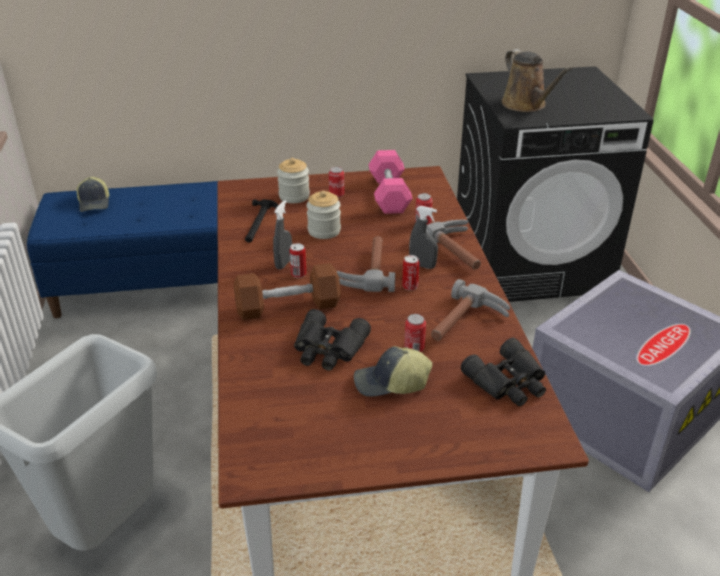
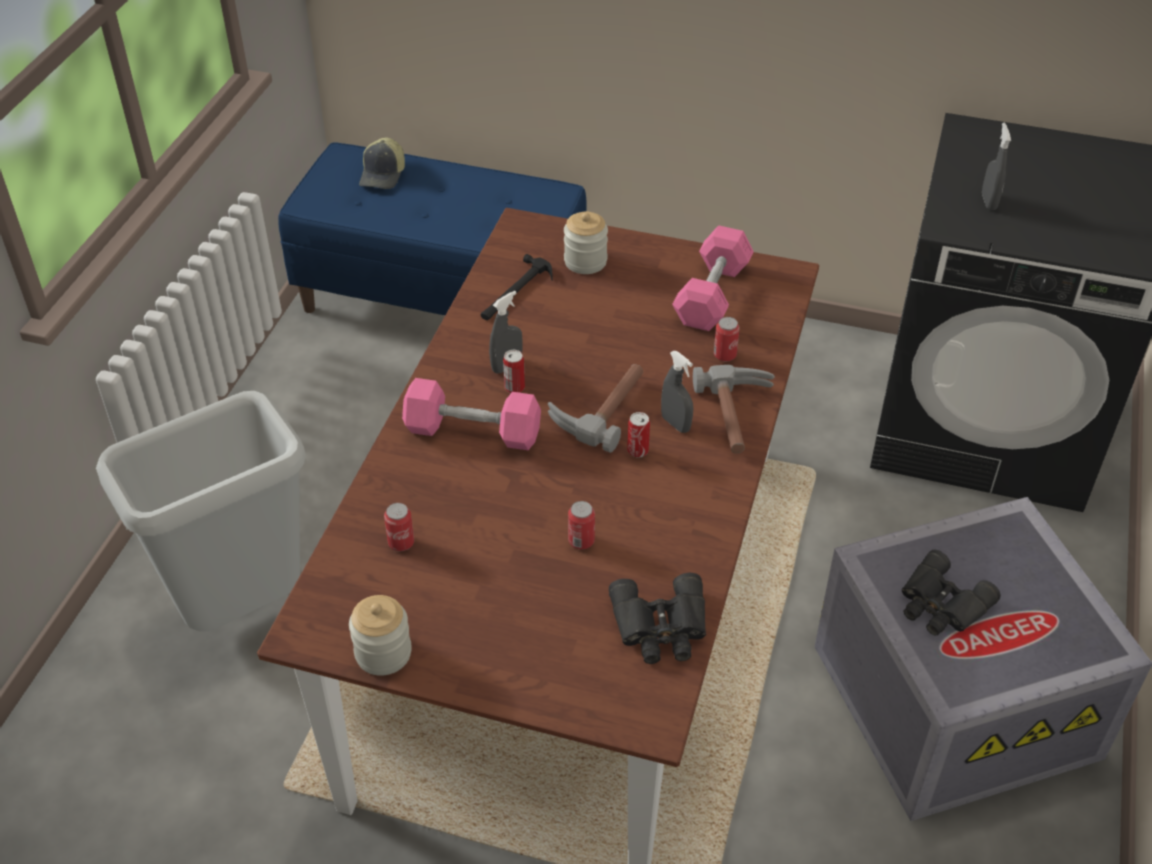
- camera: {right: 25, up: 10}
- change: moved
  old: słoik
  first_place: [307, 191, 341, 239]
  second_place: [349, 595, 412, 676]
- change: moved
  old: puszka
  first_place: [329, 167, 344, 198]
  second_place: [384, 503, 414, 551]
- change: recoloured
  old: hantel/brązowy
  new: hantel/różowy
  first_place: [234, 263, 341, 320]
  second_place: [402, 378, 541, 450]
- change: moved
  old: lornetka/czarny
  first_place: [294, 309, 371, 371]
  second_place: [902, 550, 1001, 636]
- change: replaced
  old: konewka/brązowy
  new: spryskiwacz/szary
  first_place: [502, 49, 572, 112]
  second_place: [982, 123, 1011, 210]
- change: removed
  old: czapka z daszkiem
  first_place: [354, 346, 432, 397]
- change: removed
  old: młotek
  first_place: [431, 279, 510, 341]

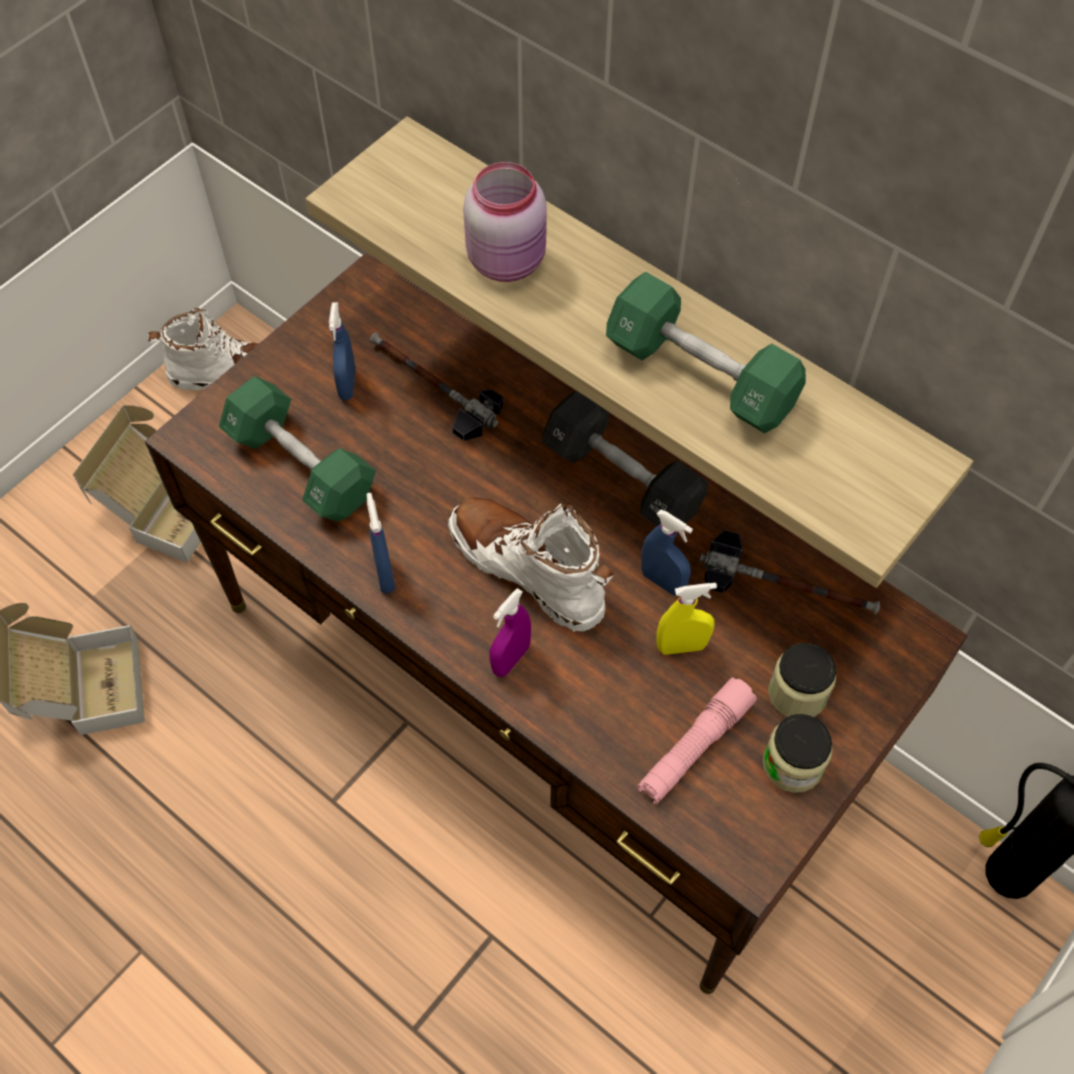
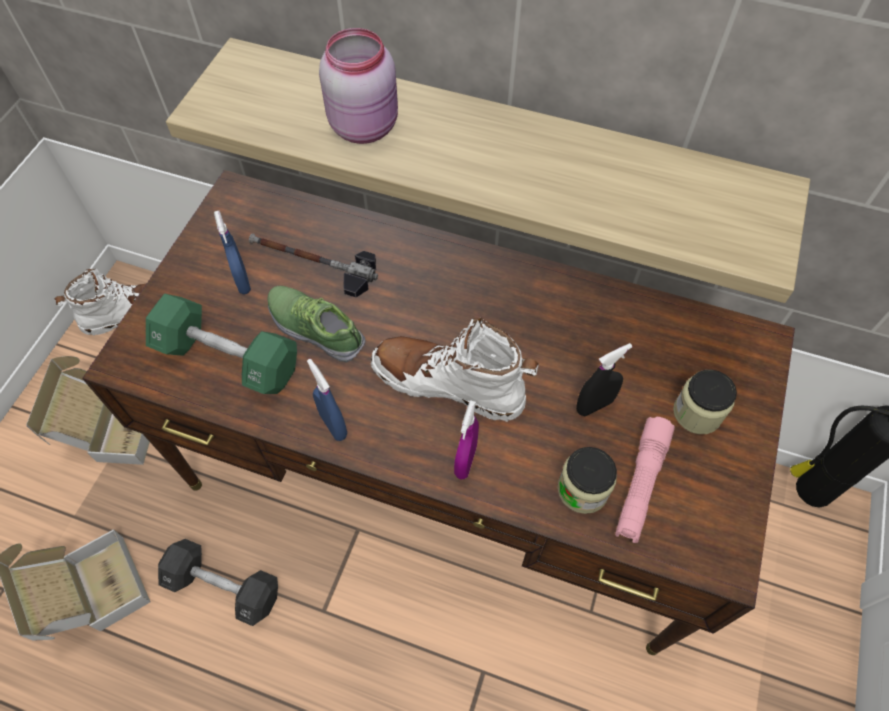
- camera: {right: -20, up: 0}
- change: moved
  old: hantel/czarny
  first_place: [542, 391, 708, 526]
  second_place: [158, 539, 278, 626]
- change: added
  new: but
  second_place: [267, 286, 366, 363]
- change: moved
  old: słoik
  first_place: [763, 714, 833, 793]
  second_place: [557, 447, 617, 514]
- change: recoloured
  old: spryskiwacz/żółty
  new: spryskiwacz/czarny
  first_place: [657, 583, 717, 655]
  second_place: [576, 343, 632, 417]
- change: removed
  old: hantel/zielony
  first_place: [606, 272, 806, 433]
- change: removed
  old: spryskiwacz/niebieski
  first_place: [641, 509, 693, 596]
- change: removed
  old: młotek
  first_place: [700, 530, 880, 614]

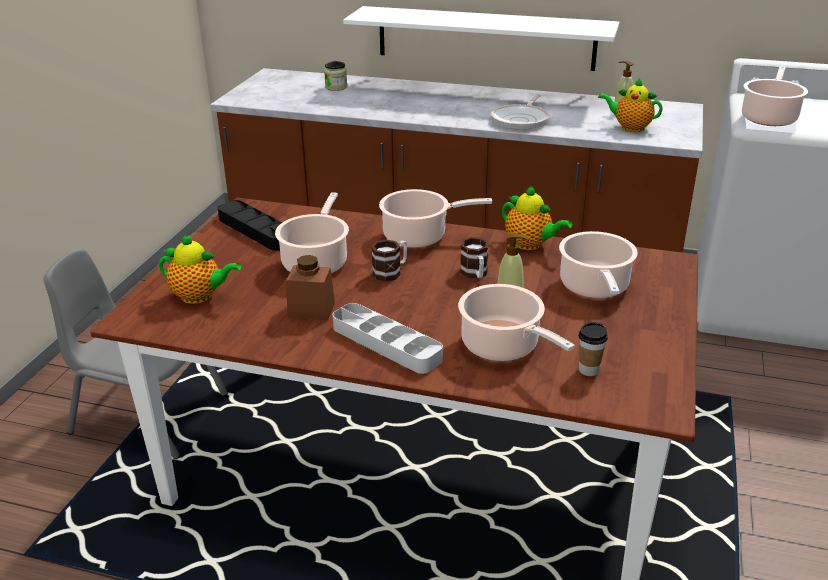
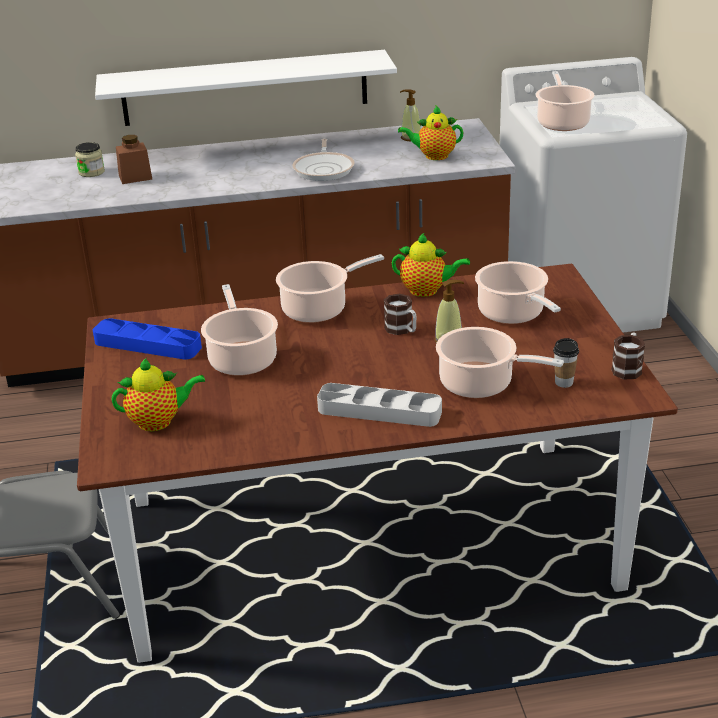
- camera: {right: -25, up: 0}
- change: recoloured
  old: taca/czarny
  new: taca/niebieski
  first_place: [218, 200, 283, 251]
  second_place: [93, 318, 202, 360]
- change: moved
  old: słoik/brązowy
  first_place: [286, 255, 335, 320]
  second_place: [116, 135, 152, 184]
- change: moved
  old: kubek
  first_place: [371, 239, 407, 282]
  second_place: [611, 332, 645, 380]

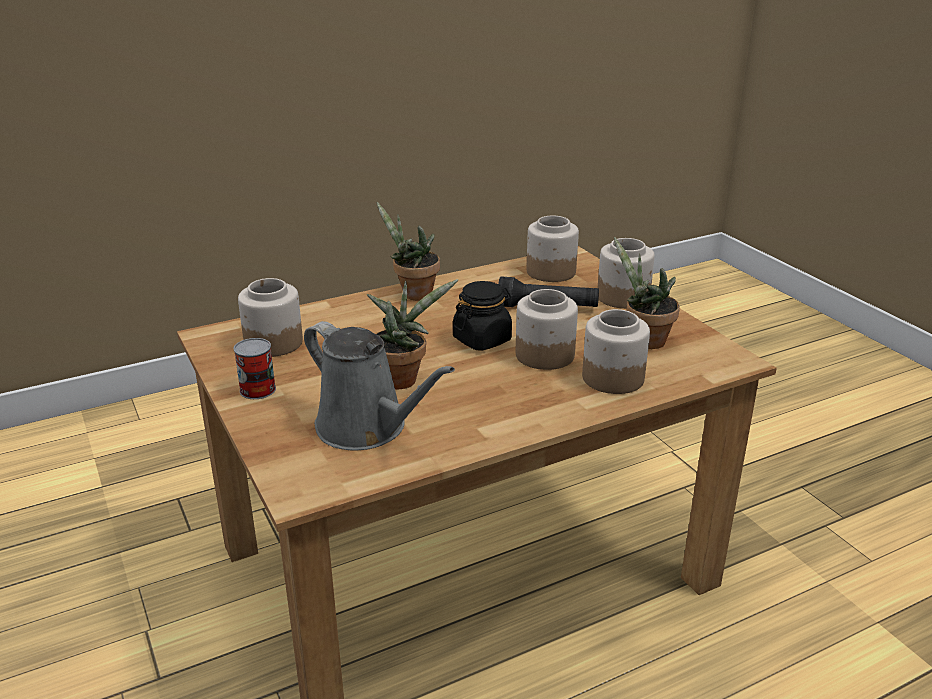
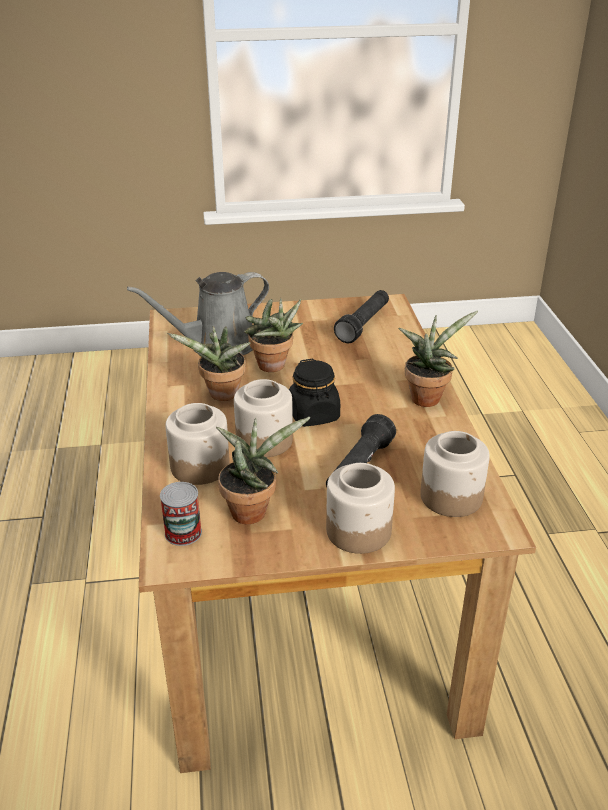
- camera: {right: 110, up: 5}
- change: moved
  old: puszka
  first_place: [234, 338, 276, 399]
  second_place: [160, 482, 202, 546]
- change: added
  new: roślina doniczkowa
  second_place: [167, 326, 250, 401]
- change: replaced
  old: słoik
  new: latarka/czarny
  first_place: [238, 278, 303, 357]
  second_place: [334, 290, 389, 343]

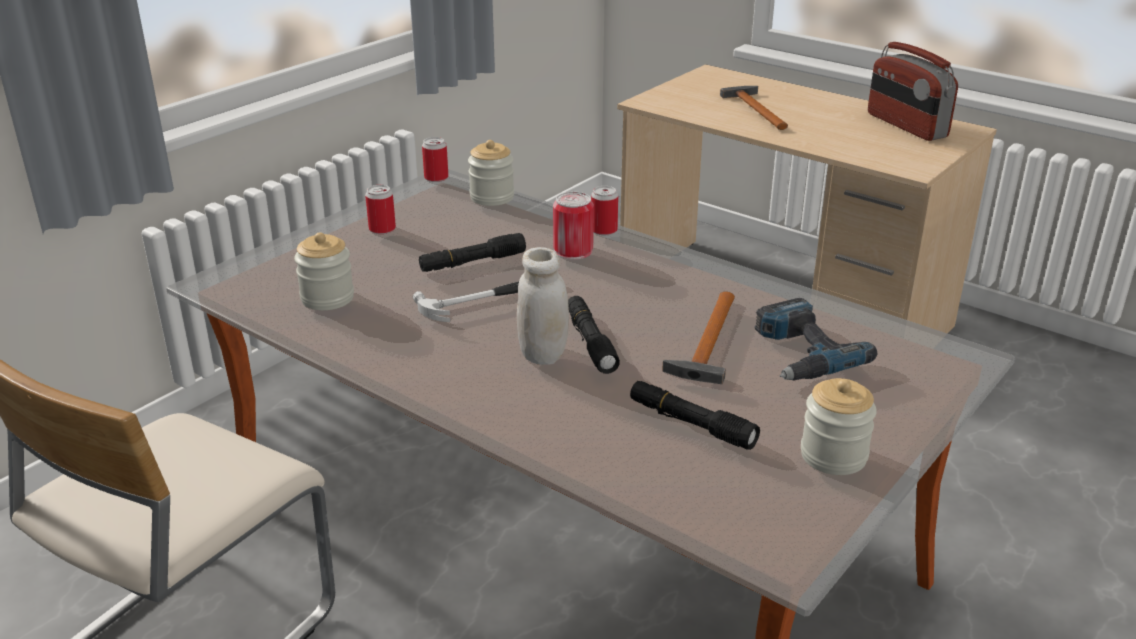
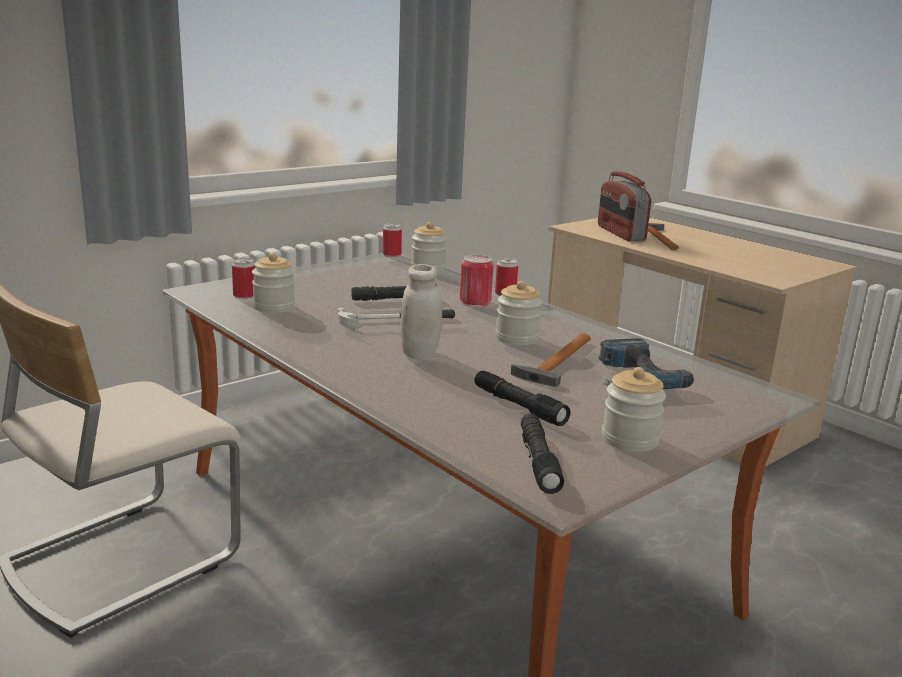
- camera: {right: 10, up: -10}
- change: moved
  old: puszka
  first_place: [365, 185, 396, 234]
  second_place: [232, 258, 255, 299]
- change: added
  new: słoik
  second_place: [495, 281, 542, 345]
- change: moved
  old: latarka/czarny
  first_place: [568, 296, 620, 374]
  second_place: [521, 413, 564, 494]
- change: moved
  old: radio
  first_place: [868, 42, 958, 141]
  second_place: [598, 172, 651, 241]

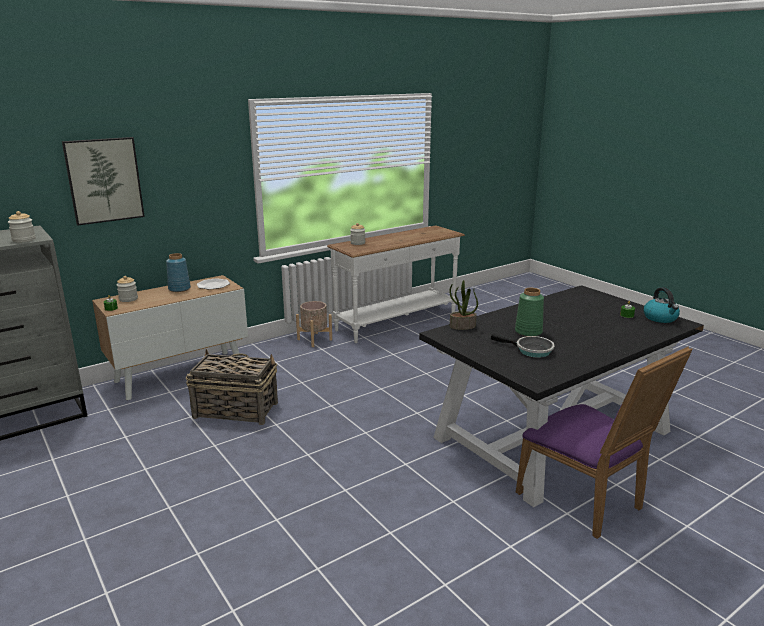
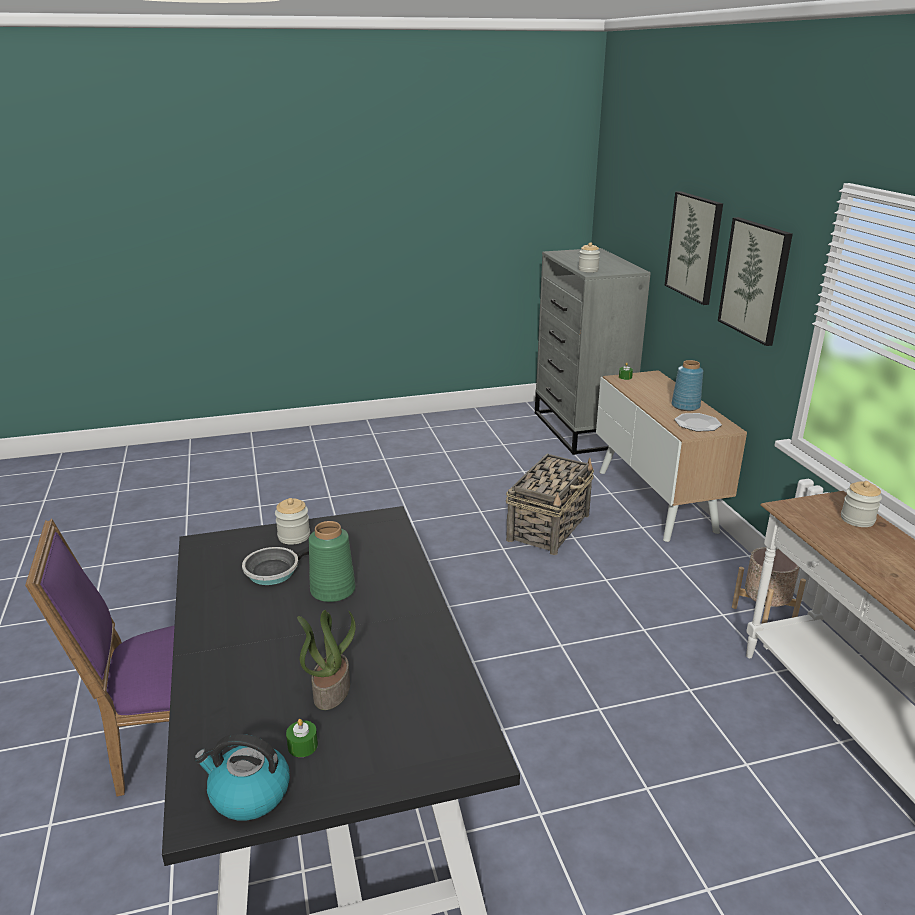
- camera: {right: 110, up: 5}
- change: moved
  old: słoik
  first_place: [117, 276, 138, 302]
  second_place: [275, 498, 310, 545]
- change: moved
  old: roślina doniczkowa
  first_place: [449, 280, 478, 330]
  second_place: [297, 610, 356, 710]
- change: added
  new: obraz
  second_place: [718, 217, 793, 346]

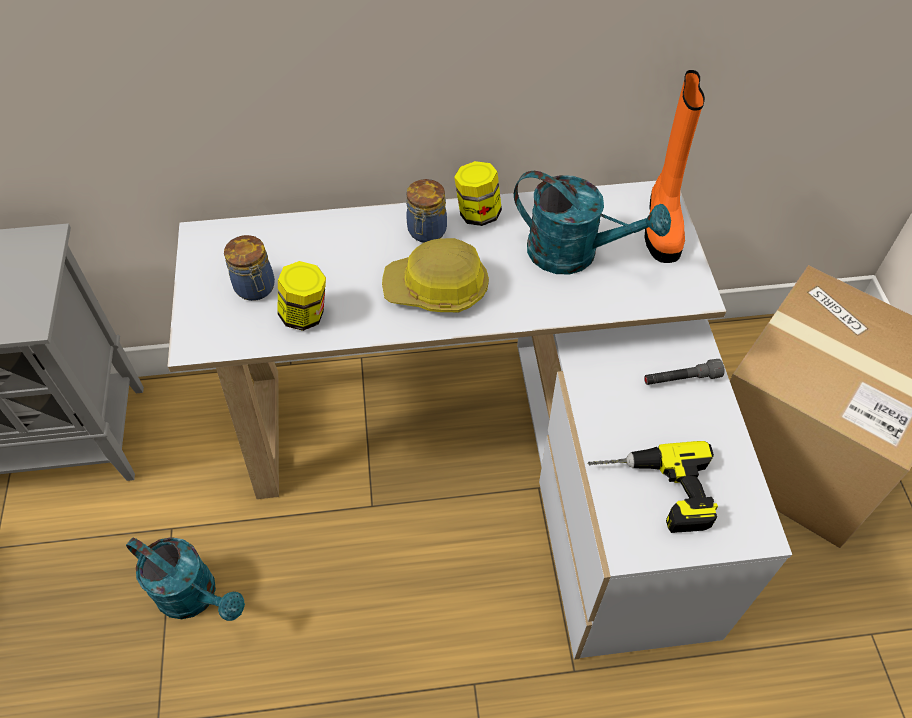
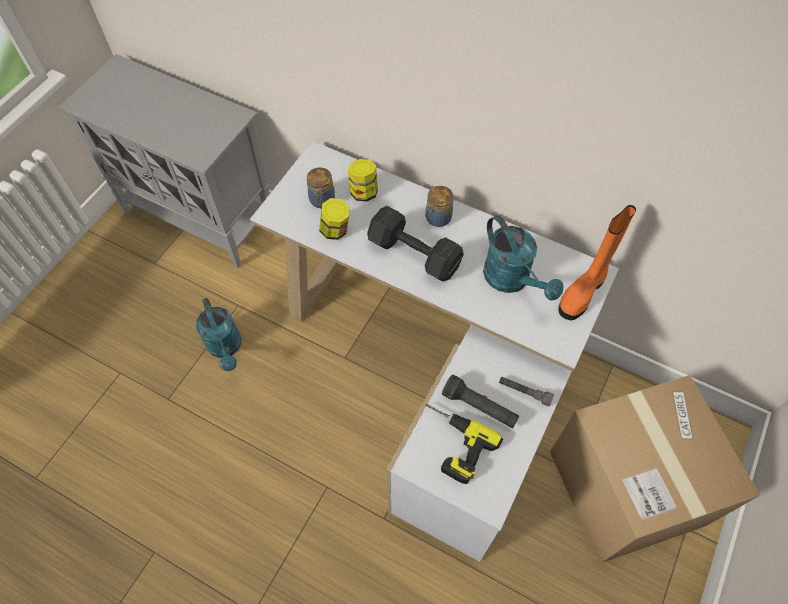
- camera: {right: 35, up: 5}
- change: moved
  old: słoik
  first_place: [454, 161, 502, 226]
  second_place: [348, 159, 378, 202]
- change: replaced
  old: kask
  new: hantel/czarny
  first_place: [382, 238, 489, 312]
  second_place: [367, 206, 464, 281]
- change: added
  new: latarka/czarny
  second_place: [442, 374, 519, 428]

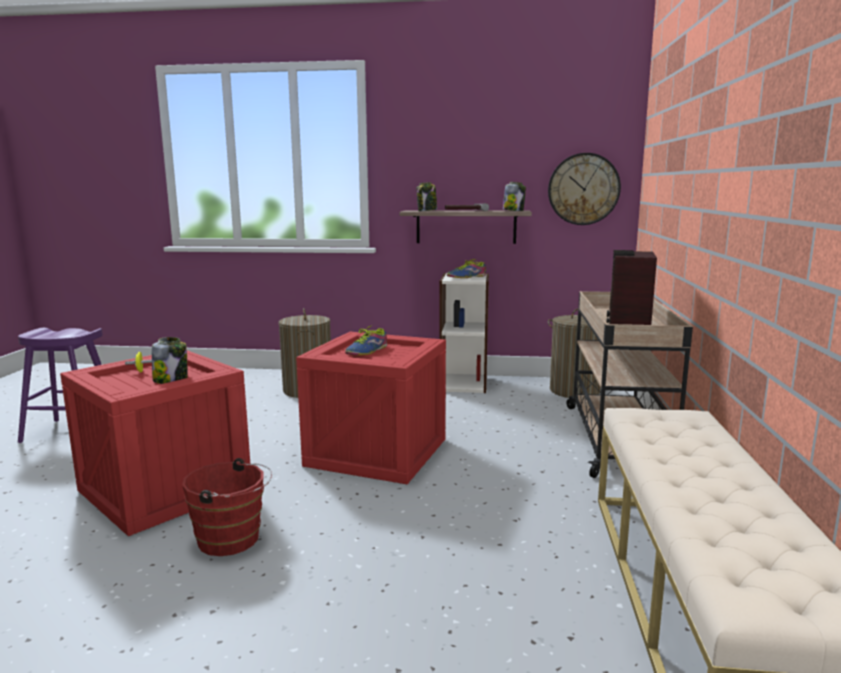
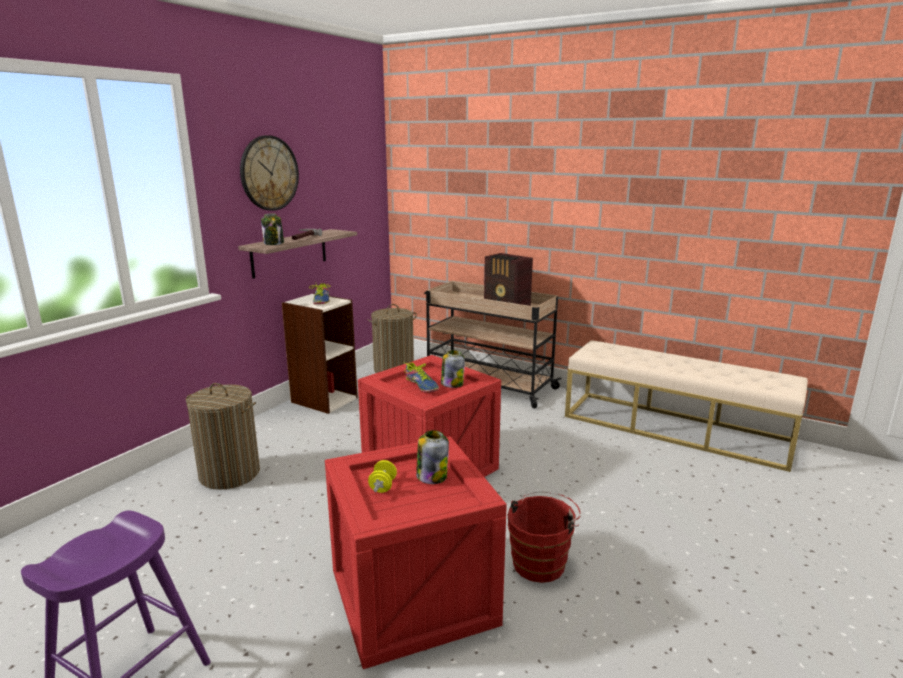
- camera: {right: -65, up: 5}
- change: moved
  old: zegar ścienny
  first_place: [548, 153, 621, 225]
  second_place: [240, 135, 299, 211]
- change: moved
  old: słoik
  first_place: [503, 182, 526, 211]
  second_place: [441, 350, 465, 388]

